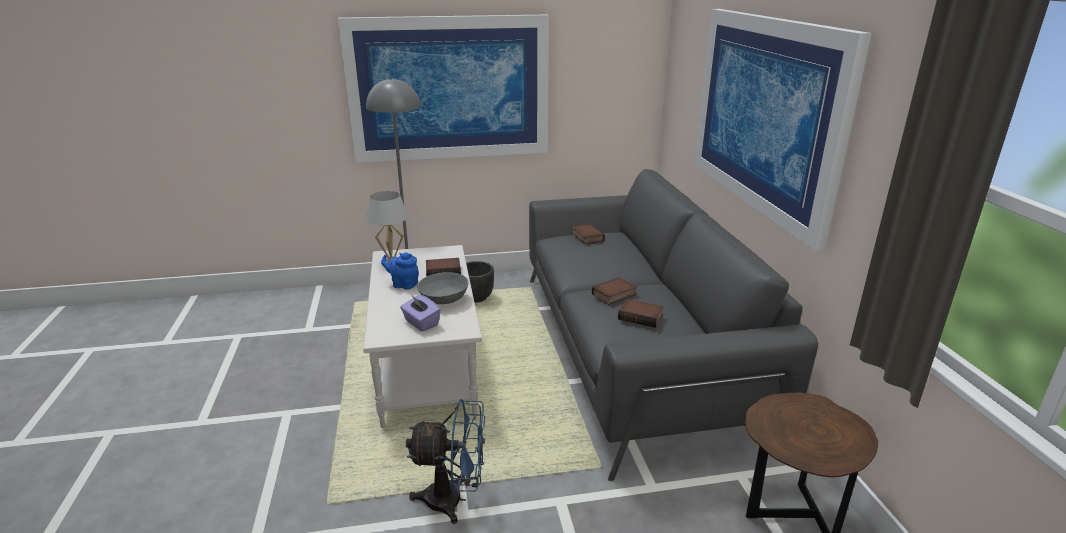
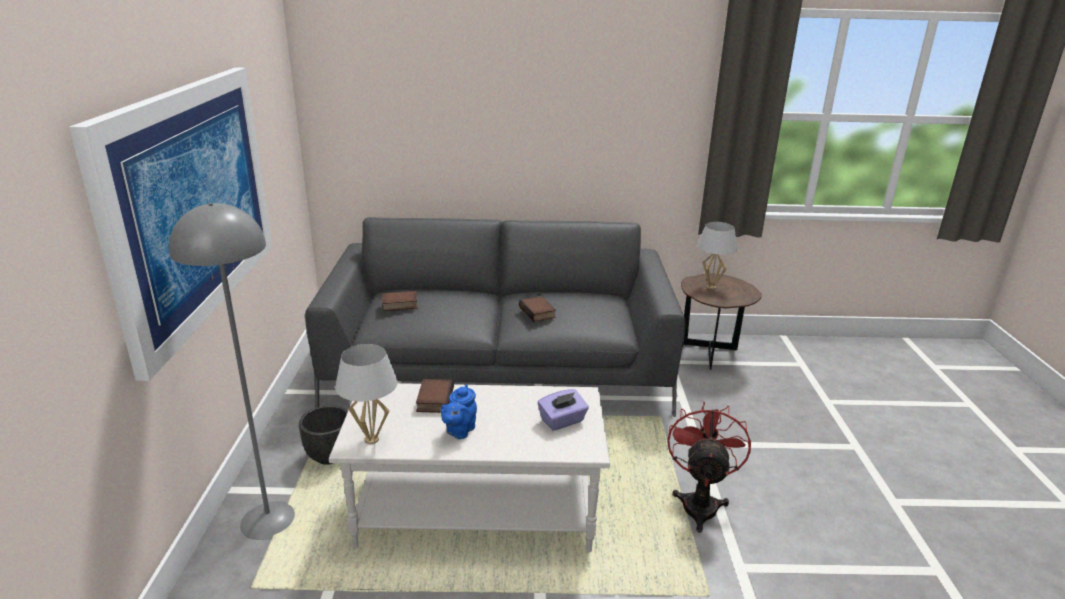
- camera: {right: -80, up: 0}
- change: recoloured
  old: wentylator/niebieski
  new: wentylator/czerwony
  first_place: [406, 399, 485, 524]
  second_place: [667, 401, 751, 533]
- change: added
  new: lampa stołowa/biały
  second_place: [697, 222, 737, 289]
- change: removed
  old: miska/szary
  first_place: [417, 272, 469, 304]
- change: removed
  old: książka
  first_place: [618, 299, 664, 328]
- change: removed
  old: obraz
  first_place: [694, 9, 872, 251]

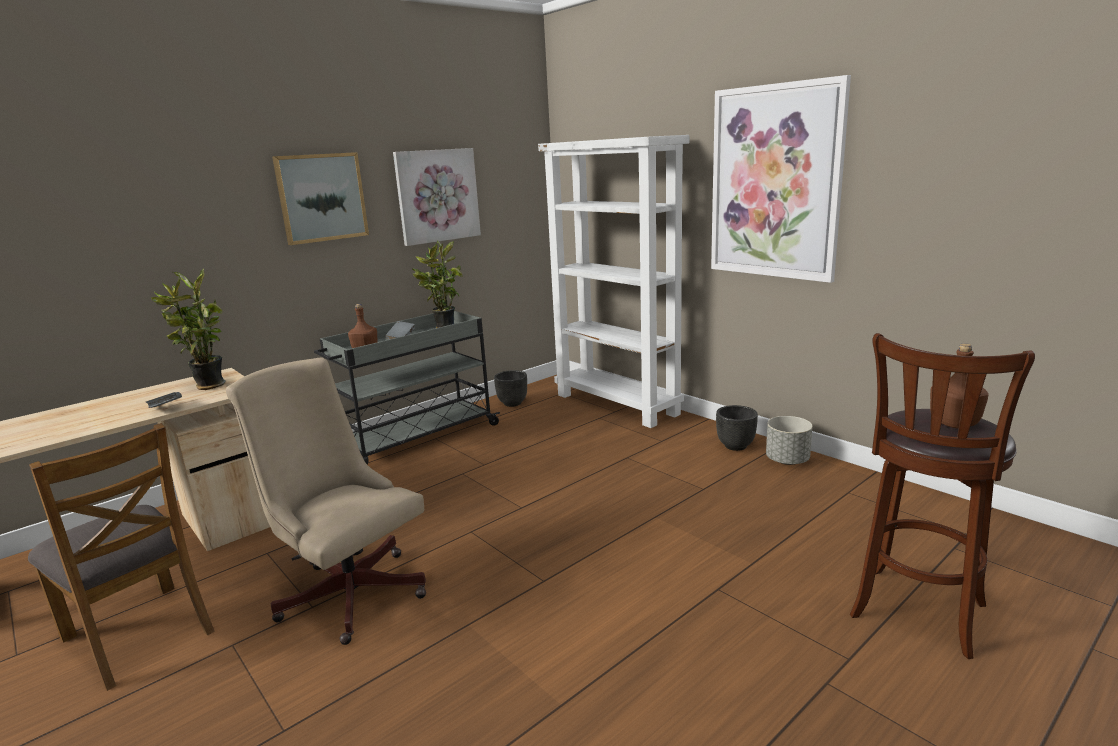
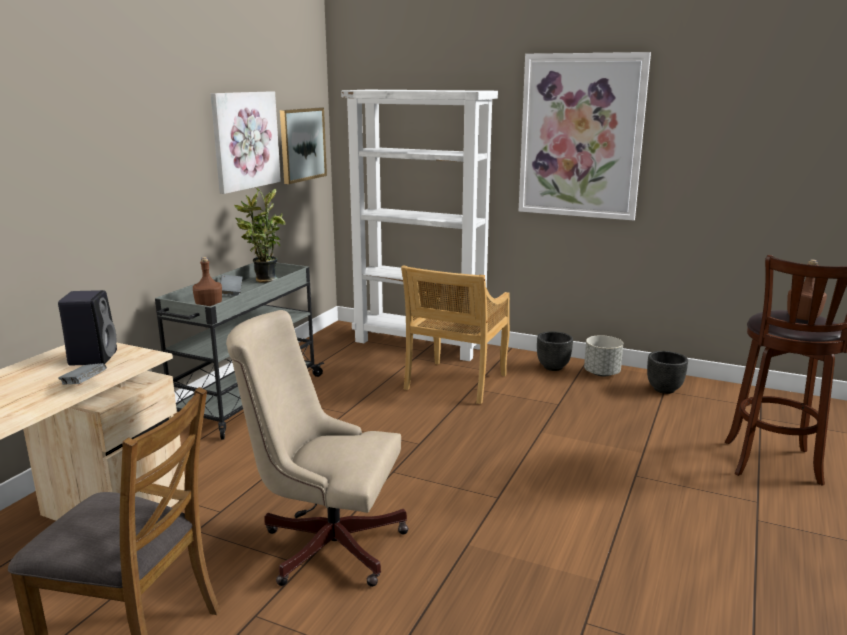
- camera: {right: -25, up: 0}
- change: replaced
  old: roślina doniczkowa
  new: głośnik/czarny
  first_place: [150, 269, 226, 390]
  second_place: [58, 290, 117, 365]
- change: moved
  old: obraz
  first_place: [272, 152, 369, 245]
  second_place: [280, 108, 327, 184]
- change: added
  new: krzesło/beżowy
  second_place: [401, 266, 510, 404]
- change: moved
  old: donica/czarny
  first_place: [494, 370, 527, 407]
  second_place: [647, 351, 688, 394]

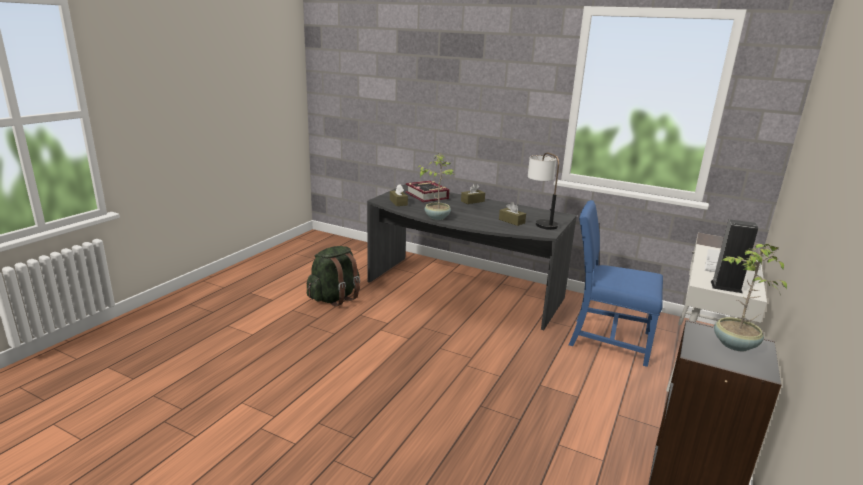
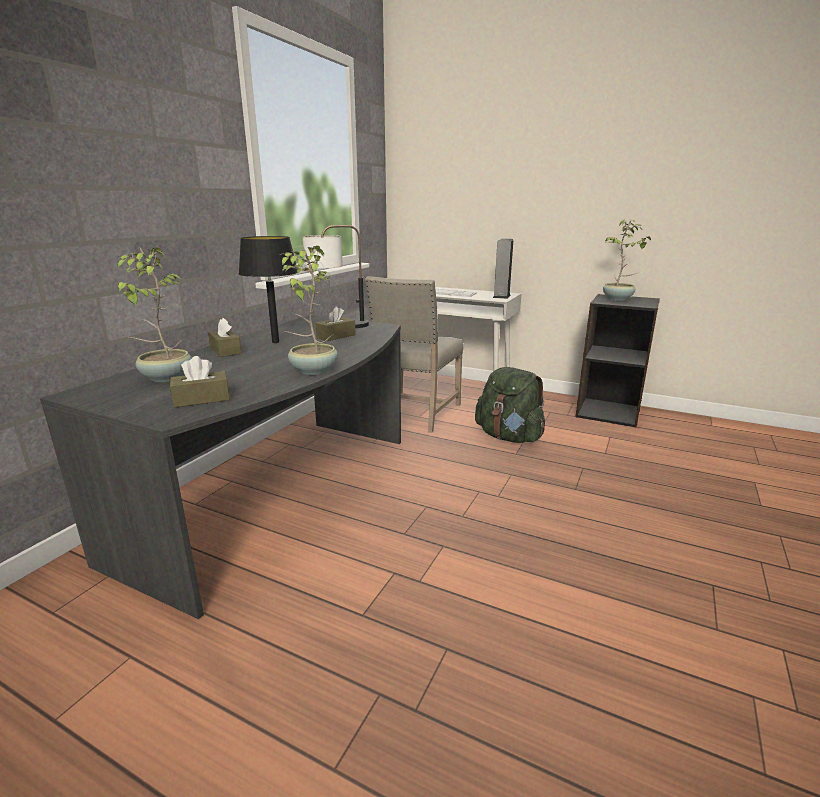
- camera: {right: -90, up: 0}
- change: replaced
  old: książka
  new: roślina doniczkowa
  first_place: [405, 181, 449, 202]
  second_place: [118, 248, 192, 382]
- change: added
  new: lampa stołowa/czarny
  second_place: [239, 236, 297, 343]
- change: recoloured
  old: krzesło/niebieski
  new: krzesło/beżowy
  first_place: [569, 200, 663, 367]
  second_place: [365, 276, 464, 433]
- change: moved
  old: plecak/zielony
  first_place: [307, 246, 360, 306]
  second_place: [475, 367, 545, 443]

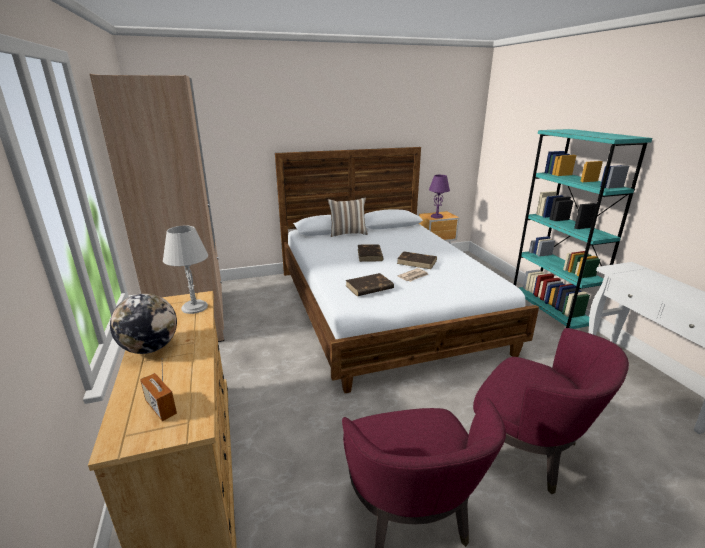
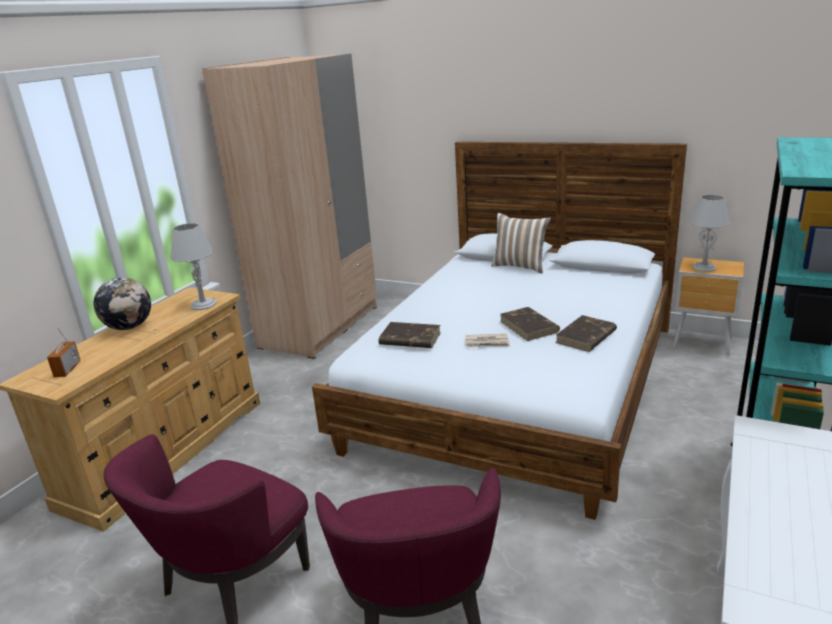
- camera: {right: 45, up: 0}
- change: moved
  old: książka/brązowy
  first_place: [358, 244, 384, 262]
  second_place: [556, 315, 617, 352]
- change: recoloured
  old: lampa stołowa/fioletowy
  new: lampa stołowa/szary
  first_place: [429, 175, 450, 219]
  second_place: [690, 195, 730, 272]

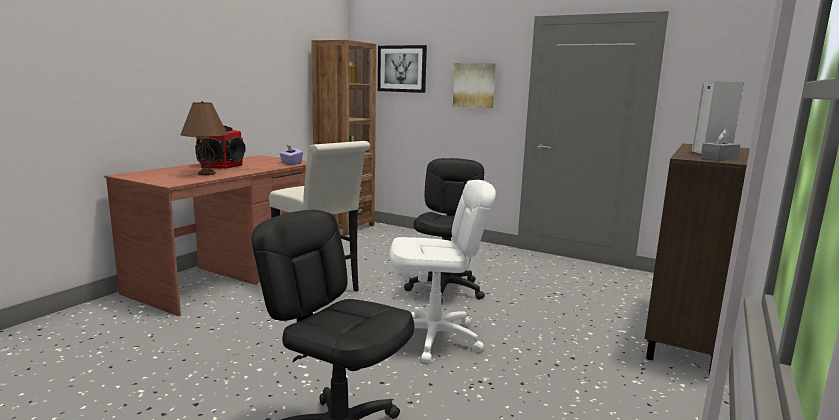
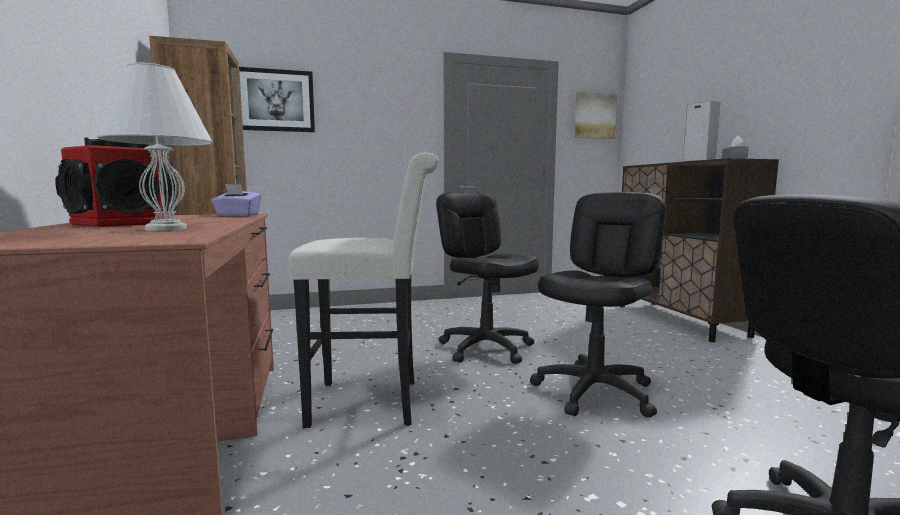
- camera: {right: -45, up: -5}
- change: recoloured
  old: lampa stołowa/brązowy
  new: lampa stołowa/biały
  first_place: [180, 101, 228, 175]
  second_place: [97, 62, 213, 231]
- change: recoloured
  old: krzesło biurowe/biały
  new: krzesło biurowe/czarny
  first_place: [389, 180, 496, 363]
  second_place: [530, 192, 666, 417]
- change: moved
  old: obraz
  first_place: [453, 63, 496, 108]
  second_place: [575, 92, 617, 139]

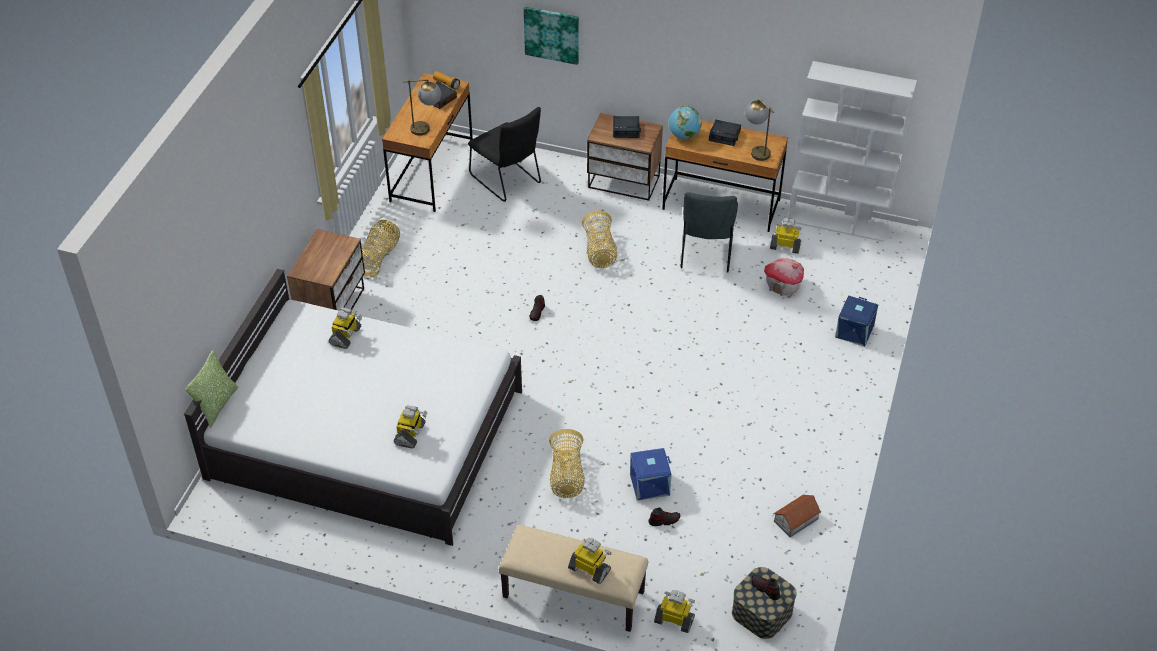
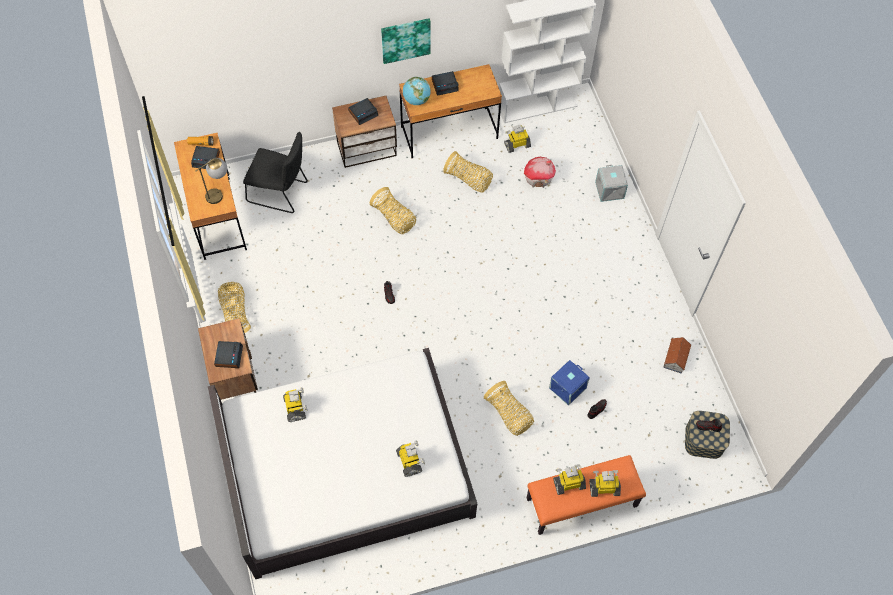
- camera: {right: -35, up: 15}
- change: added
  new: budzik
  second_place: [214, 341, 243, 368]
- change: moved
  old: obraz
  first_place: [524, 7, 579, 65]
  second_place: [381, 18, 431, 64]
- change: replaced
  old: krzesło/szary
  new: koszyk
  first_place: [681, 193, 738, 272]
  second_place: [443, 151, 493, 192]
- change: recoloured
  old: ławka/beżowy
  new: ławka/pomarańczowy
  first_place: [499, 525, 648, 632]
  second_place: [527, 455, 646, 535]
- change: moved
  old: robot zabawkowy
  first_place: [654, 590, 695, 633]
  second_place: [553, 464, 586, 495]
- change: recoloured
  old: pojemnik do przechowywania/niebieski
  new: pojemnik do przechowywania/szary
  first_place: [835, 295, 878, 347]
  second_place: [595, 165, 628, 202]
- change: removed
  old: poduszka
  first_place: [185, 350, 238, 428]
- change: removed
  old: lampa stołowa
  first_place: [745, 98, 774, 161]

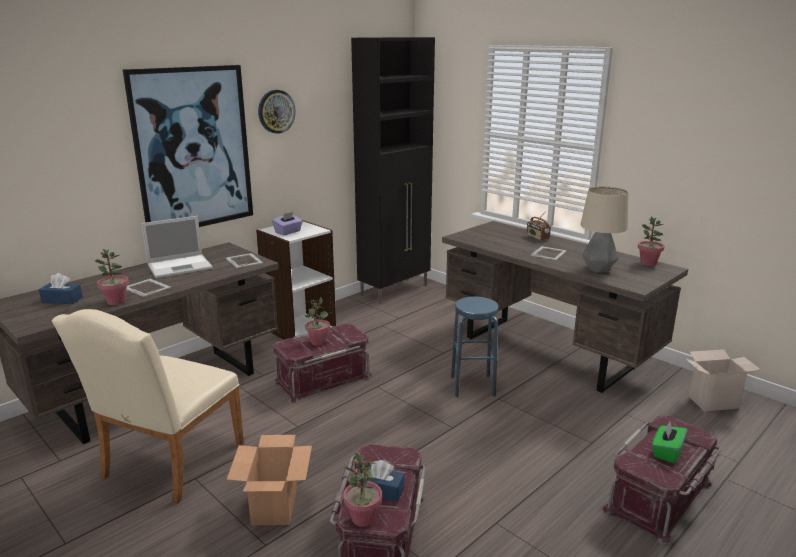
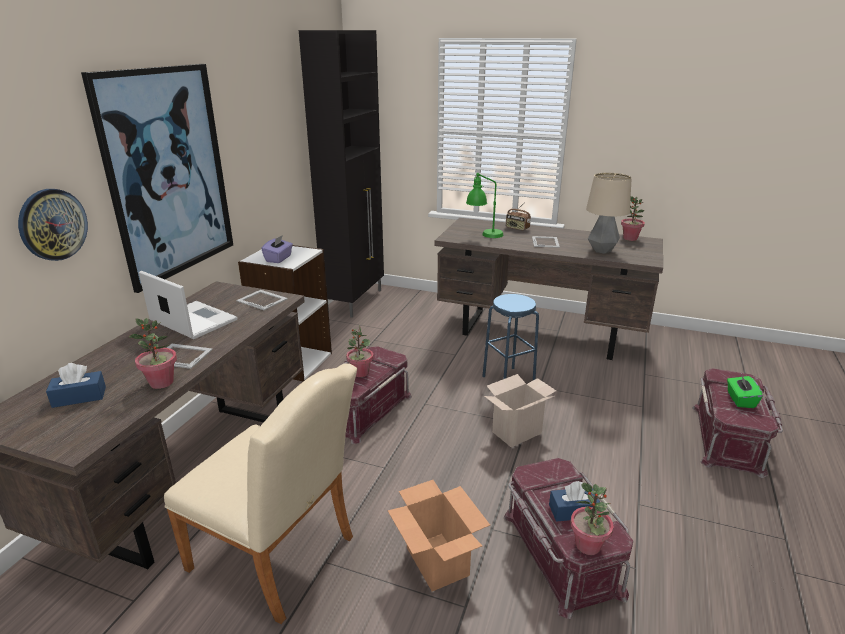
- camera: {right: -25, up: 5}
- change: moved
  old: zegar ścienny
  first_place: [258, 90, 296, 134]
  second_place: [18, 189, 88, 261]
- change: turned
  old: laptop
  first_place: [141, 216, 213, 278]
  second_place: [139, 271, 238, 339]
  degrees: -90
- change: turned
  old: krzesło/beżowy
  first_place: [52, 309, 244, 504]
  second_place: [164, 363, 357, 624]
  degrees: -60
- change: added
  new: lampa stołowa/zielony
  second_place: [466, 173, 503, 238]
- change: moved
  old: karton
  first_place: [684, 349, 761, 411]
  second_place: [484, 374, 556, 447]

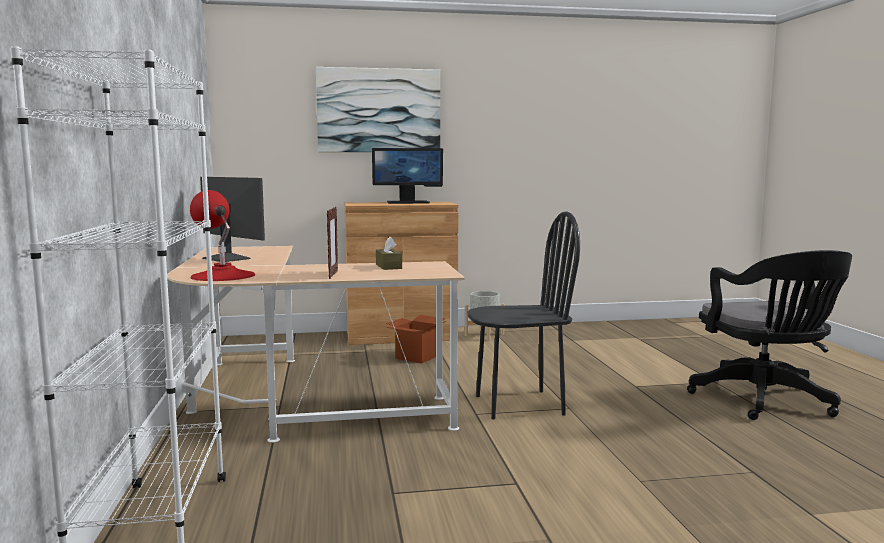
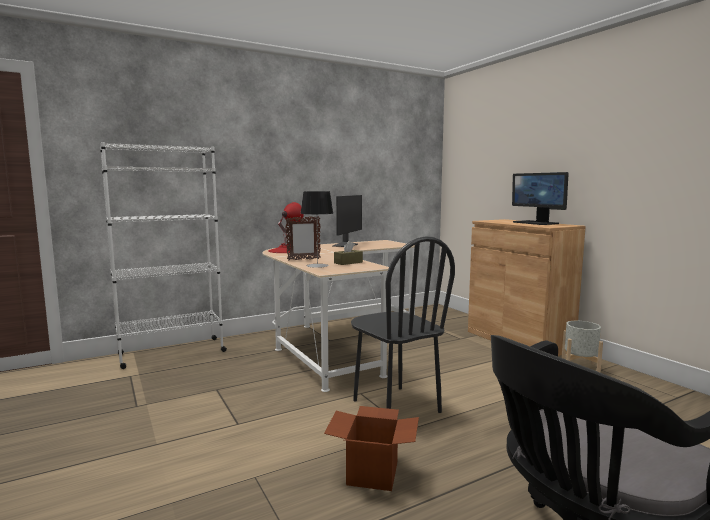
- camera: {right: 70, up: 0}
- change: added
  new: lampa stołowa
  second_place: [300, 191, 333, 268]
- change: moved
  old: karton
  first_place: [386, 315, 446, 363]
  second_place: [324, 406, 419, 491]
- change: removed
  old: obraz
  first_place: [316, 67, 440, 152]

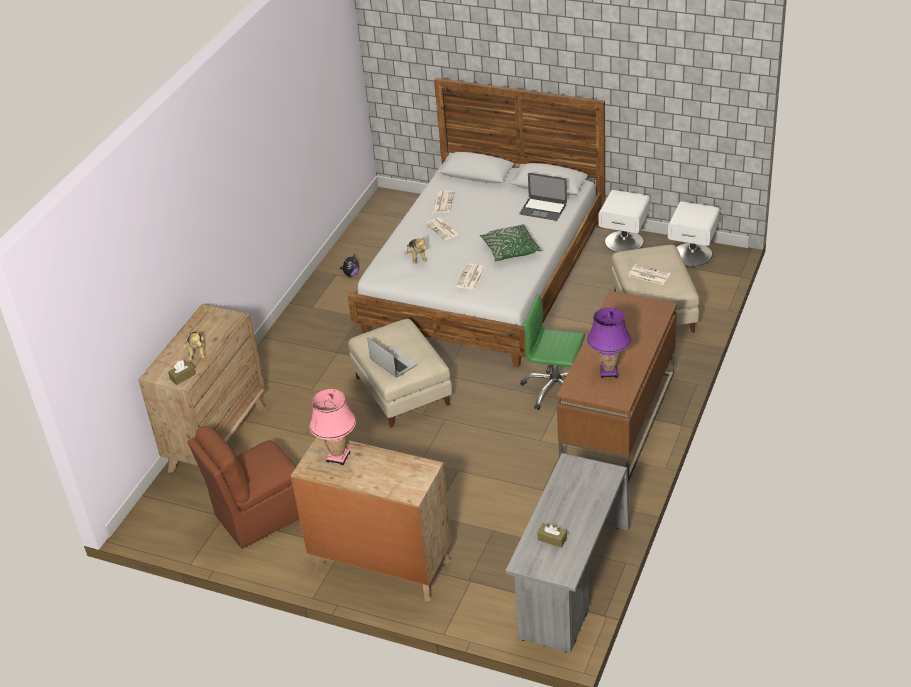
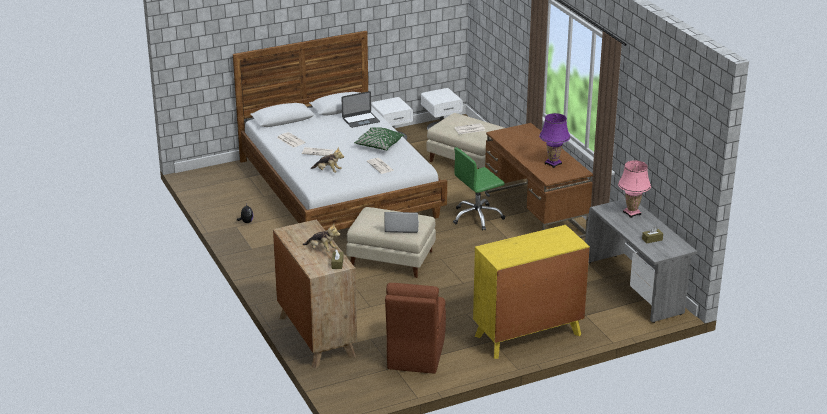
- camera: {right: -50, up: -10}
- change: recoloured
  old: komoda/brązowy
  new: komoda/żółty
  first_place: [291, 437, 452, 602]
  second_place: [473, 225, 590, 359]
- change: moved
  old: lampa stołowa/różowy
  first_place: [309, 389, 356, 465]
  second_place: [618, 160, 651, 218]

